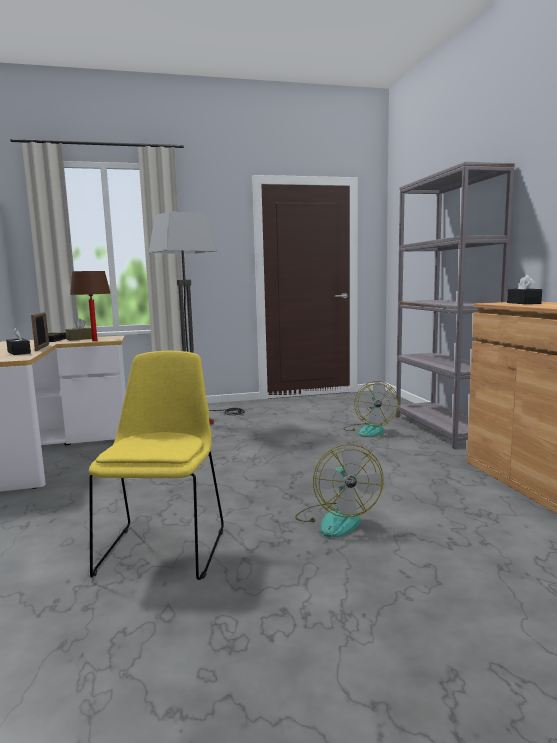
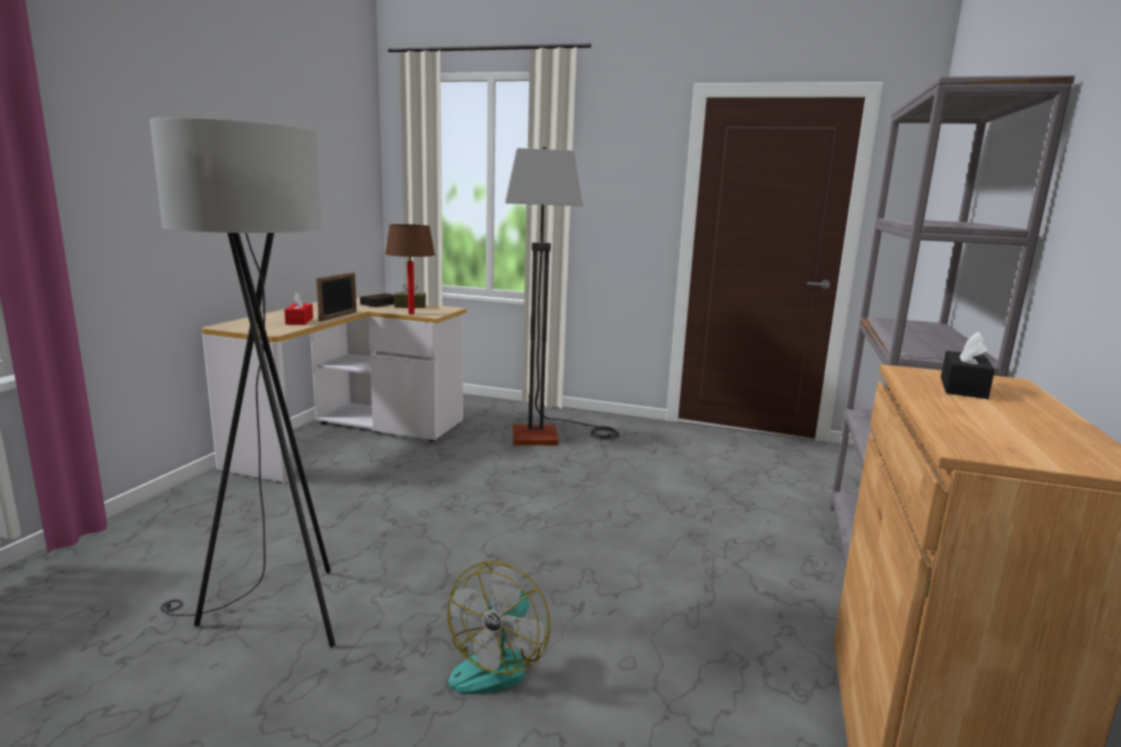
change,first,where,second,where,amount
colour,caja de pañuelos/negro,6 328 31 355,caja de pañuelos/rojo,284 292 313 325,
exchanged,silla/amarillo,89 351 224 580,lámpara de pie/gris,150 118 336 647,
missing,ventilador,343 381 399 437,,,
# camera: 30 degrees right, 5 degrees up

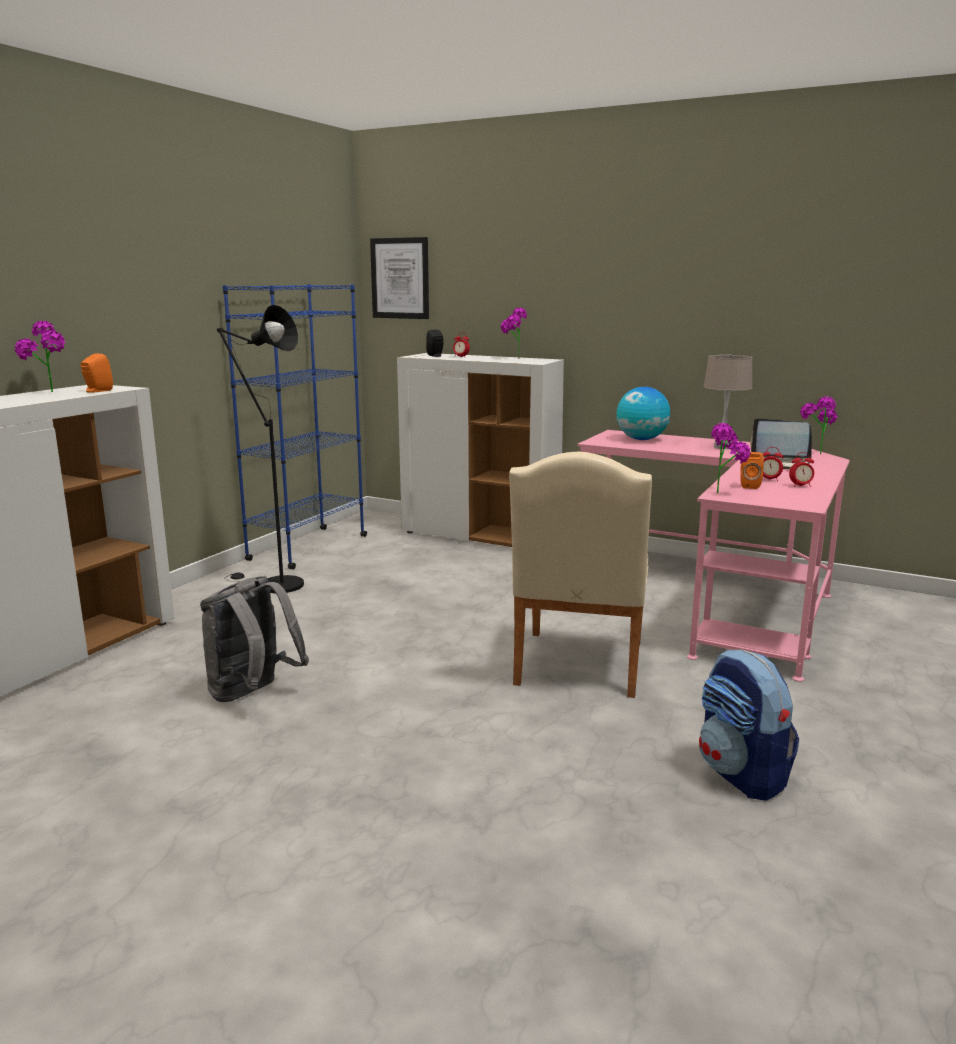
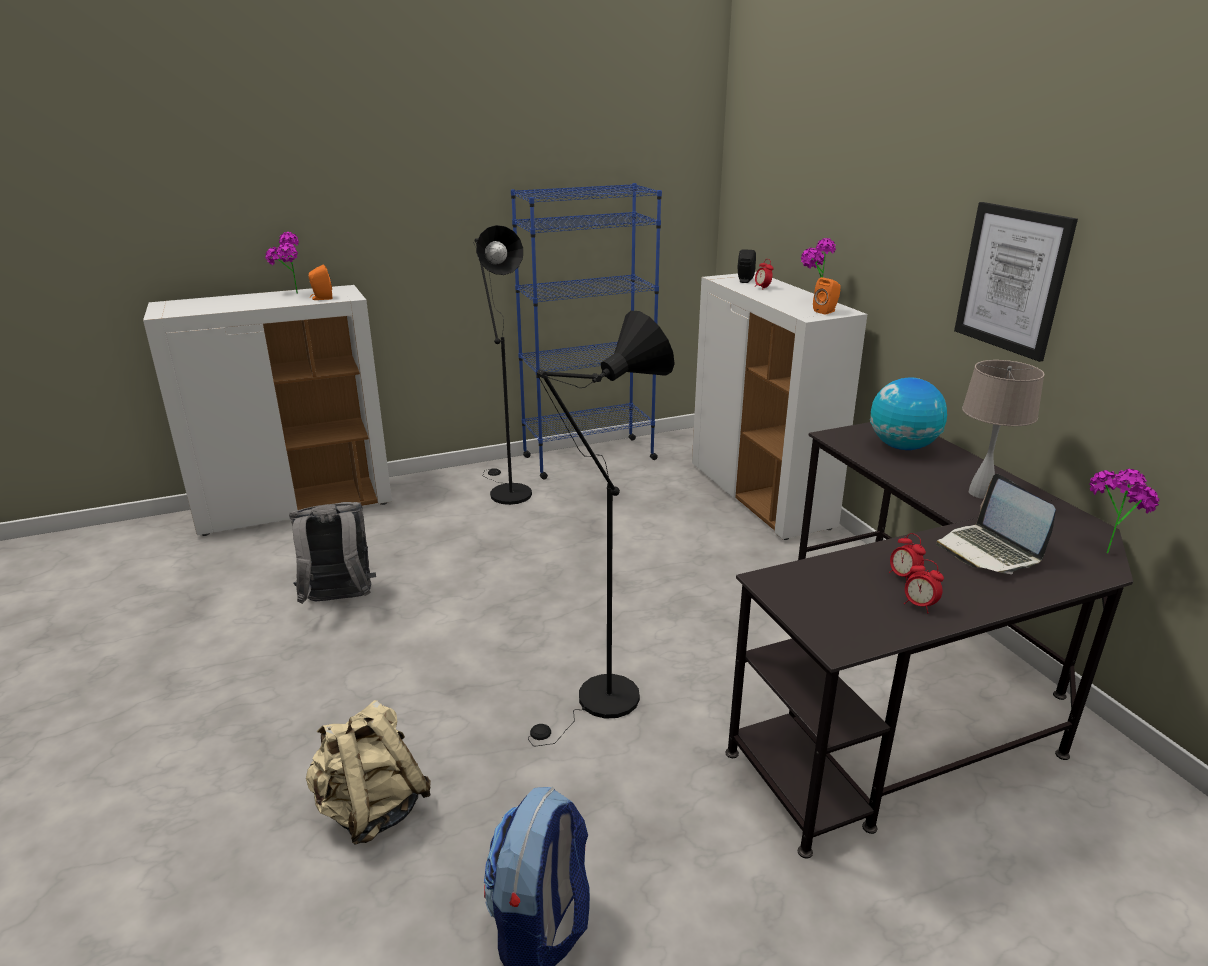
change,first,where,second,where,amount
relocated,cuadro,370 237 429 319,,954 202 1078 362,
missing,planta en maceta,711 423 751 493,,,
colour,escritorio/rosa,577 430 850 682,escritorio/negro,725 422 1133 858,
exchanged,silla/beis,509 452 652 698,lámpara de pie/negro,528 311 675 746,
relocated,altavoz/naranja,741 452 764 489,,813 277 841 315,
appeared,,,mochila/beis,306 700 431 845,
# camera: 40 degrees right, 10 degrees up

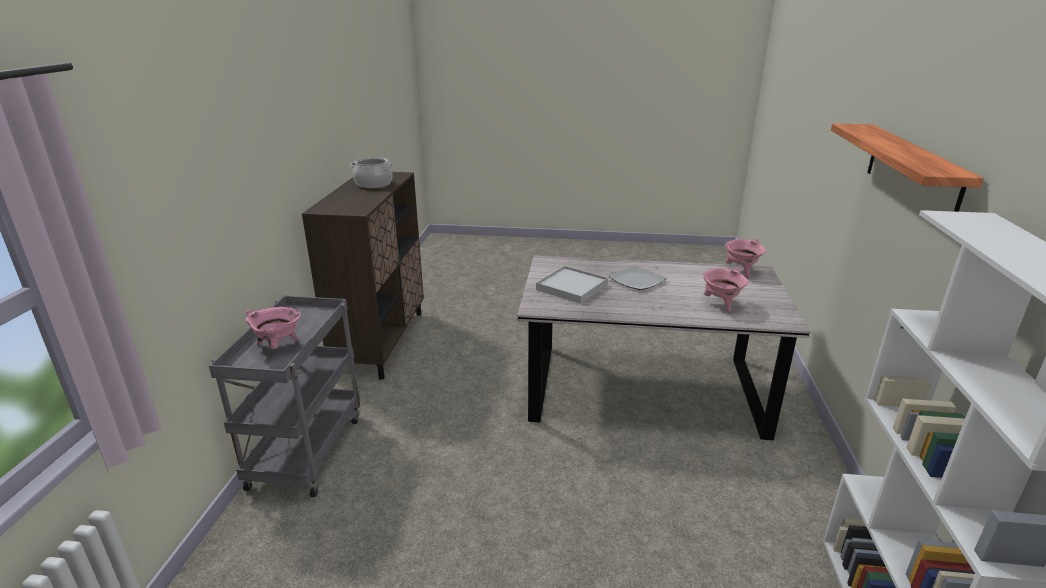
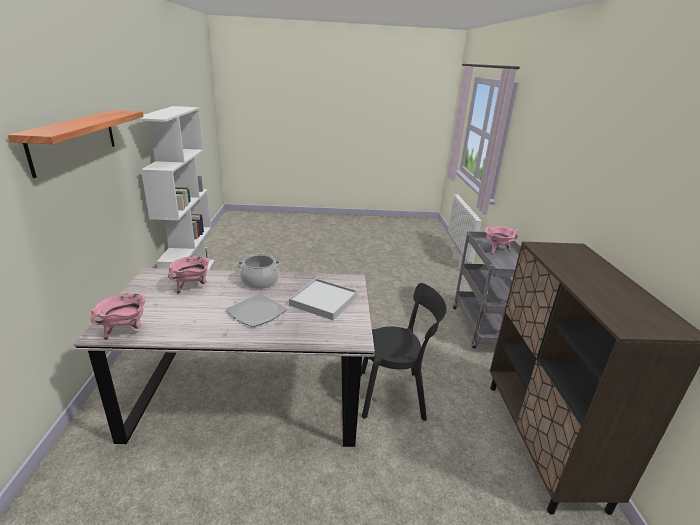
change,first,where,second,where,amount
relocated,olla,350 157 393 188,,237 253 281 289,
appeared,,,silla/negro,361 283 447 421,
# camera: 170 degrees right, 0 degrees up

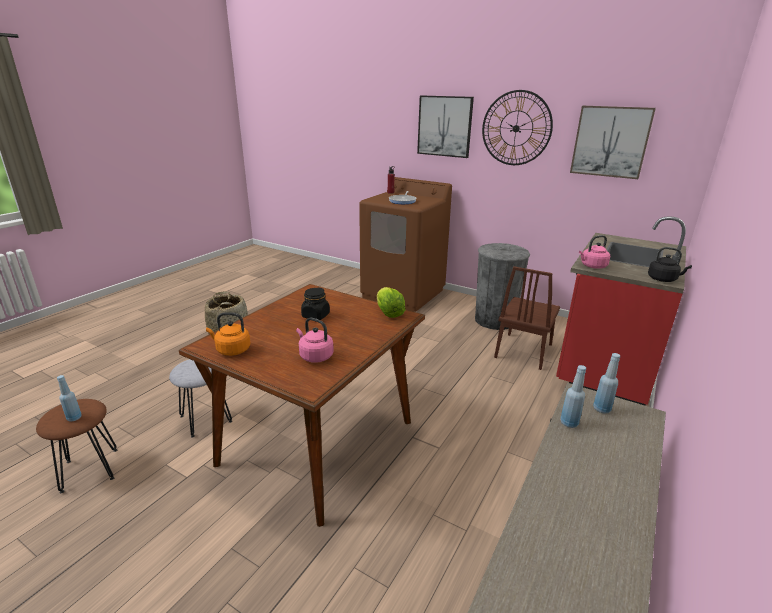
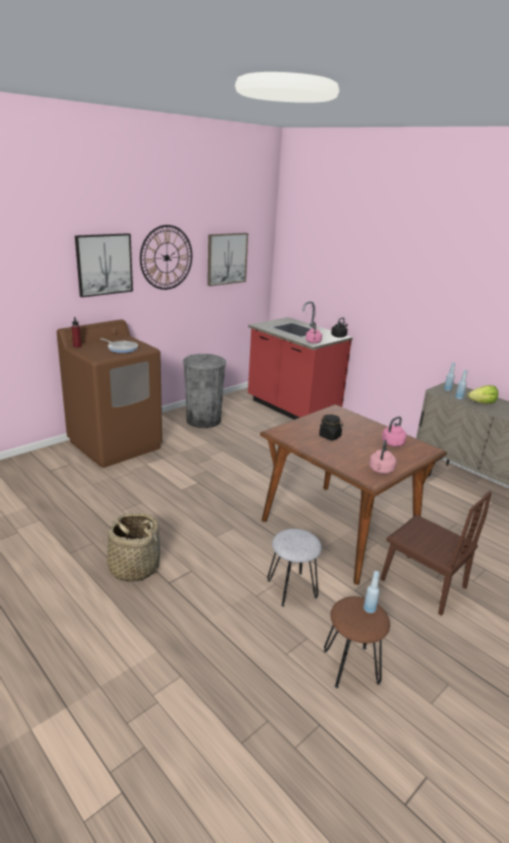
change,first,where,second,where,amount
relocated,silla/marrón,494 266 560 370,,381 492 492 616,
relocated,lechuga,377 287 405 318,,468 385 498 404,
colour,hervidor/naranja,206 312 251 356,hervidor/rosa,369 440 396 474,
# camera: 75 degrees left, 0 degrees up

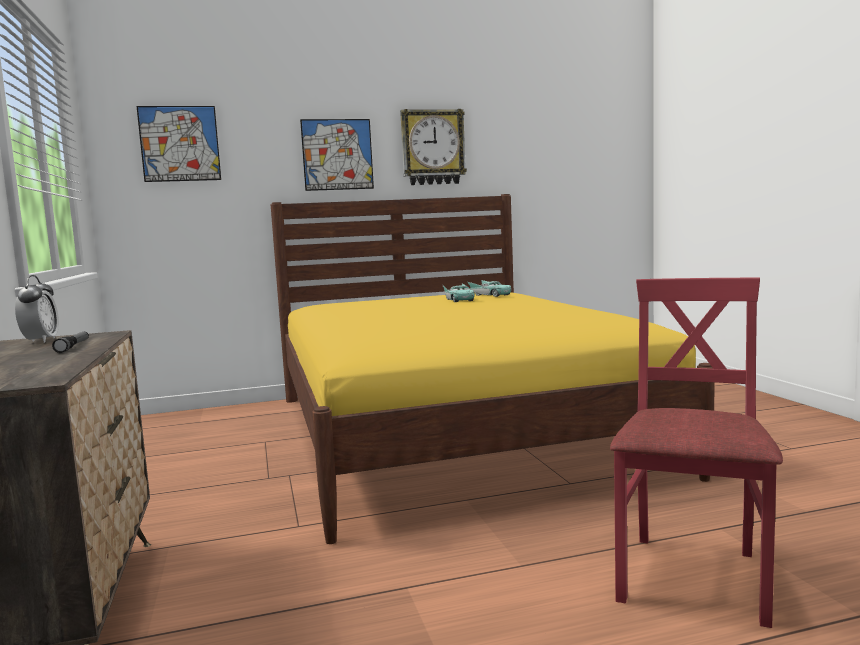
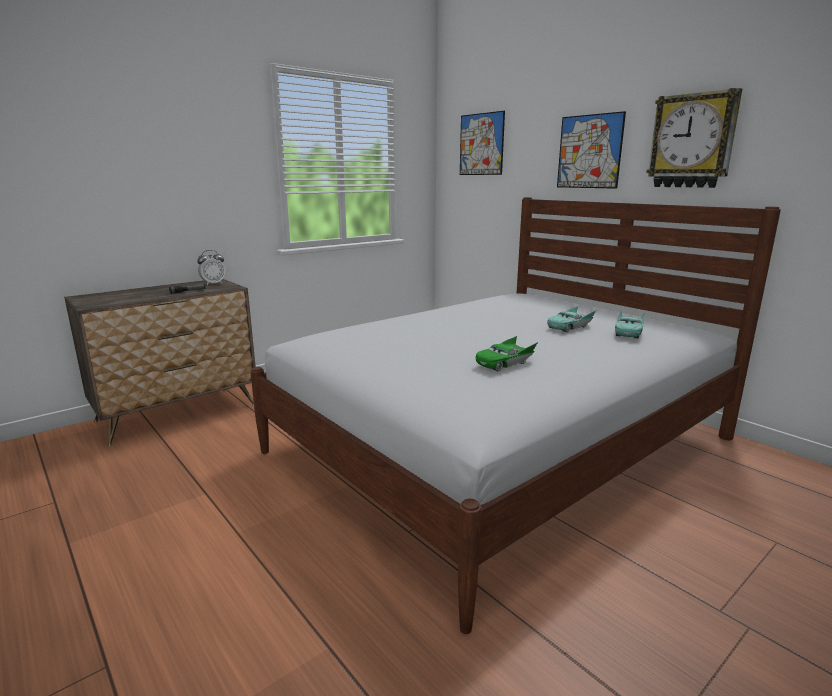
change,first,where,second,where,amount
colour,cama/amarillo,271 194 715 544,cama/blanco,250 197 781 634,
missing,silla/rojo,610 278 783 628,,,
appeared,,,coche de juguete/verde,476 336 538 371,
# camera: 65 degrees right, 10 degrees up

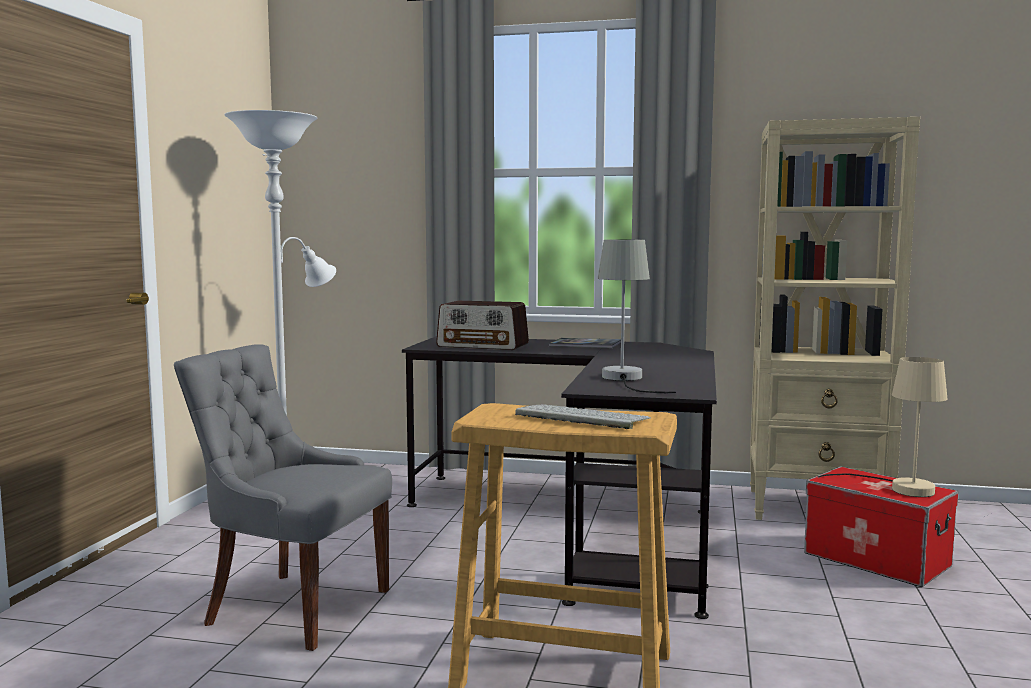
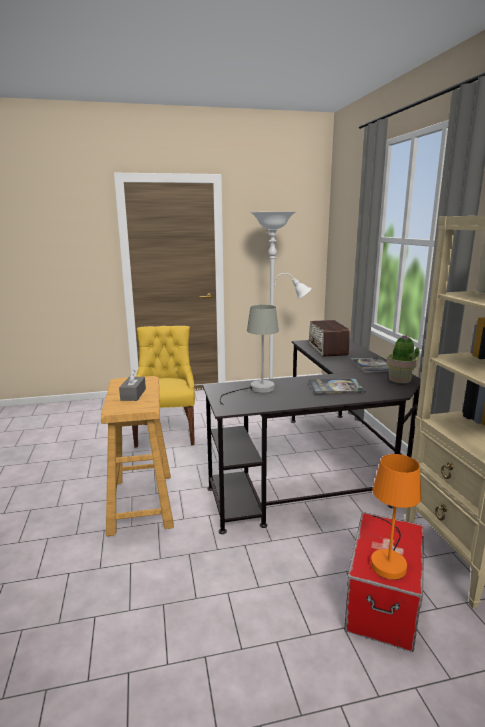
change,first,where,second,where,amount
colour,silla/gris,174 344 392 651,silla/amarillo,132 326 195 448,
colour,lámpara de mesa/beis,818 357 947 497,lámpara de mesa/naranja,371 454 421 580,
exchanged,teclado,515 404 651 429,caja de pañuelos/gris,119 369 146 401,
appeared,,,planta en maceta,386 335 420 383,
appeared,,,libro,308 379 366 394,
# camera: 65 degrees right, 10 degrees up

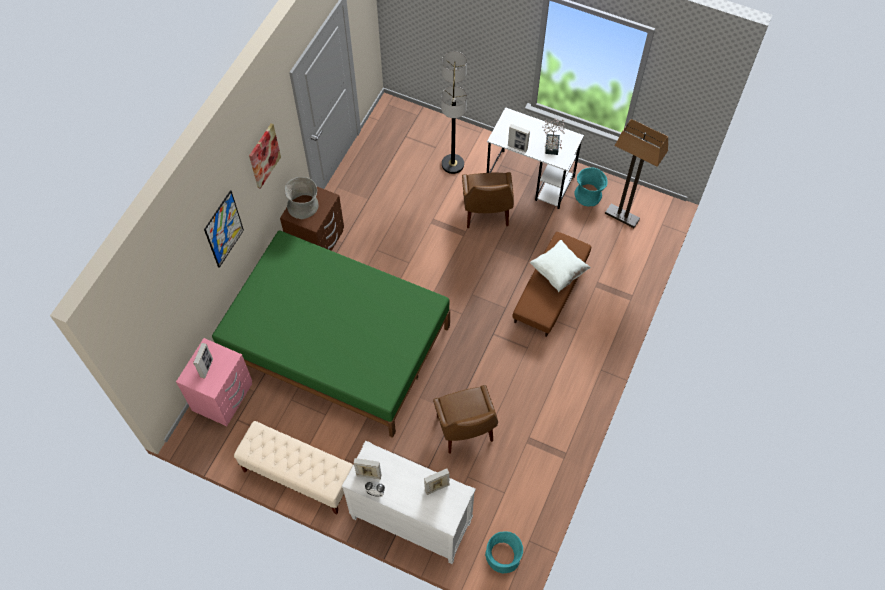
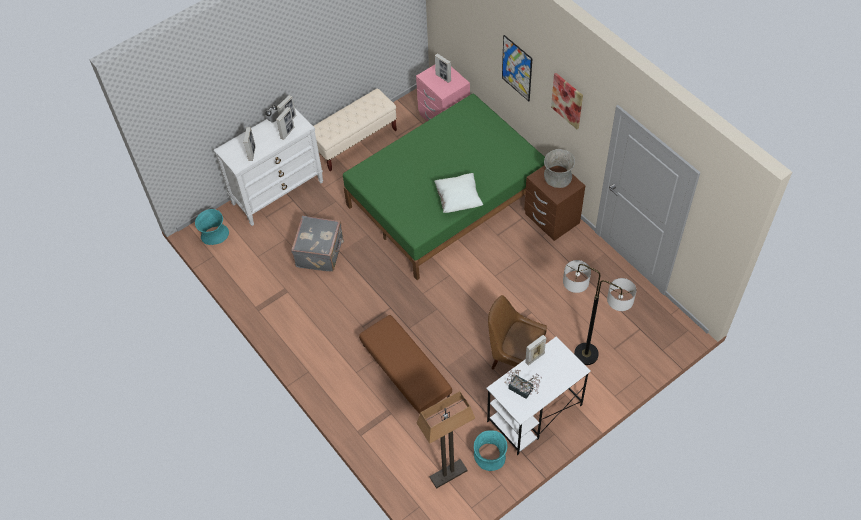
change,first,where,second,where,amount
relocated,cojín/blanco,530 240 591 293,,434 173 483 213,
exchanged,silla/marrón,433 385 498 453,maleta/gris,291 216 344 272,
appeared,,,portarretratos,276 107 294 140,
# camera: 120 degrees right, 5 degrees down

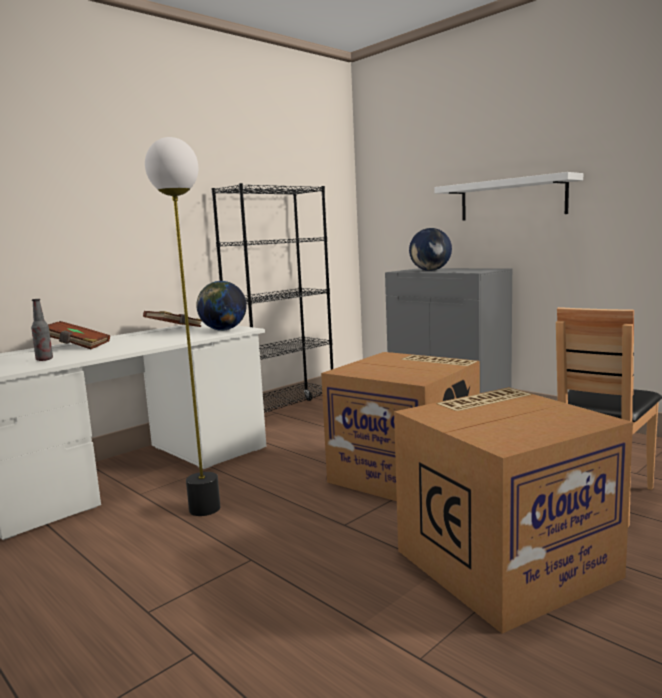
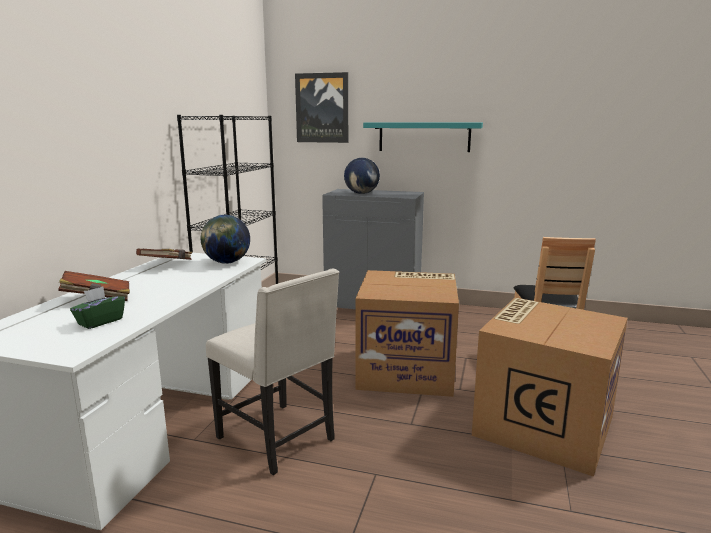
change,first,where,second,where,amount
exchanged,lámpara de pie,145 137 220 516,silla/beis,206 269 339 475,
colour,estante/blanco,434 172 583 221,estante/turquesa,363 122 483 152,
exchanged,botella,31 299 53 361,caja de pañuelos/verde,70 287 125 329,
appeared,,,cuadro,295 72 348 143,
# camera: 30 degrees left, 5 degrees up

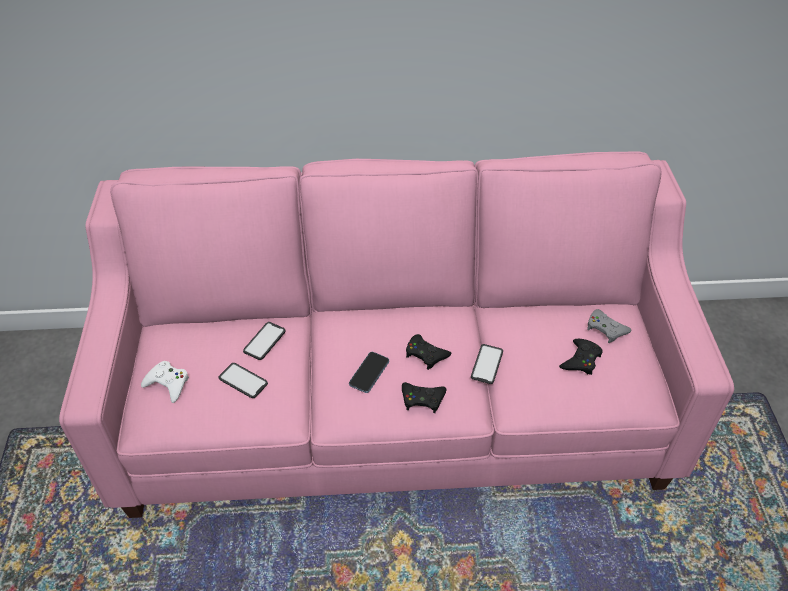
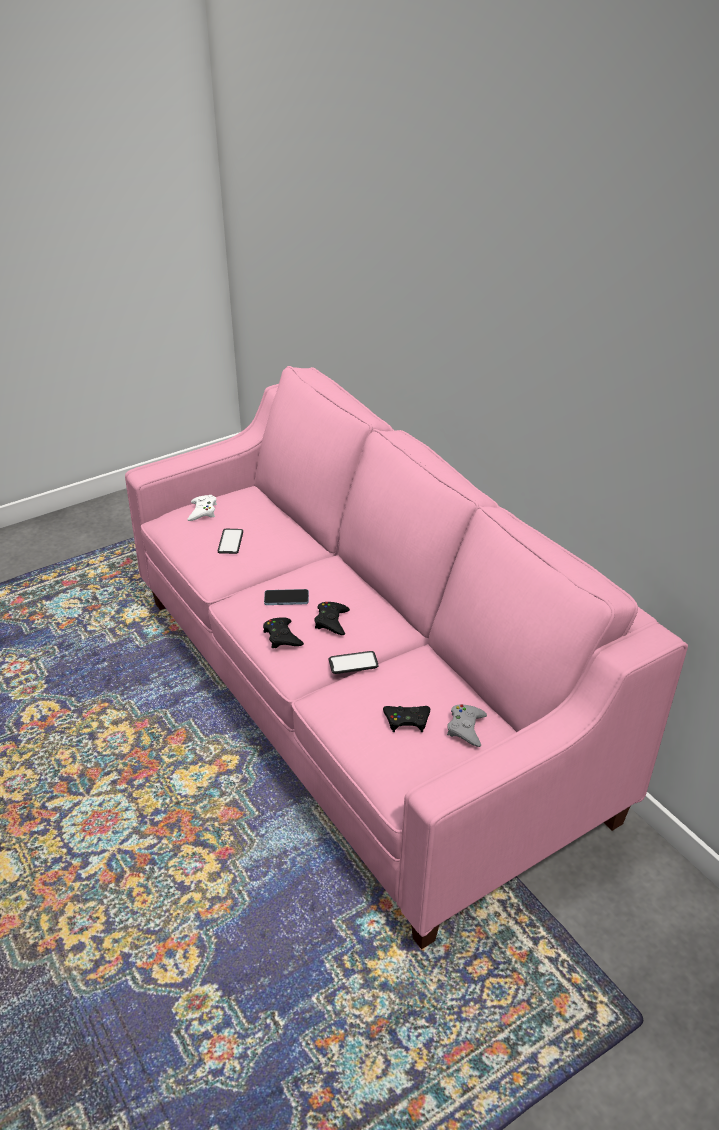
change,first,where,second,where,amount
missing,móvil,243 322 286 360,,,
# camera: 60 degrees right, 10 degrees down

